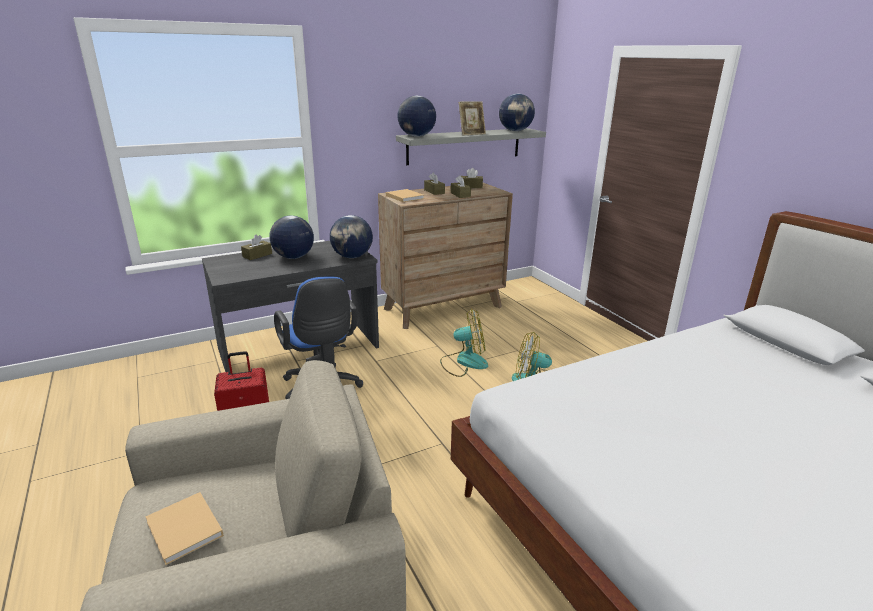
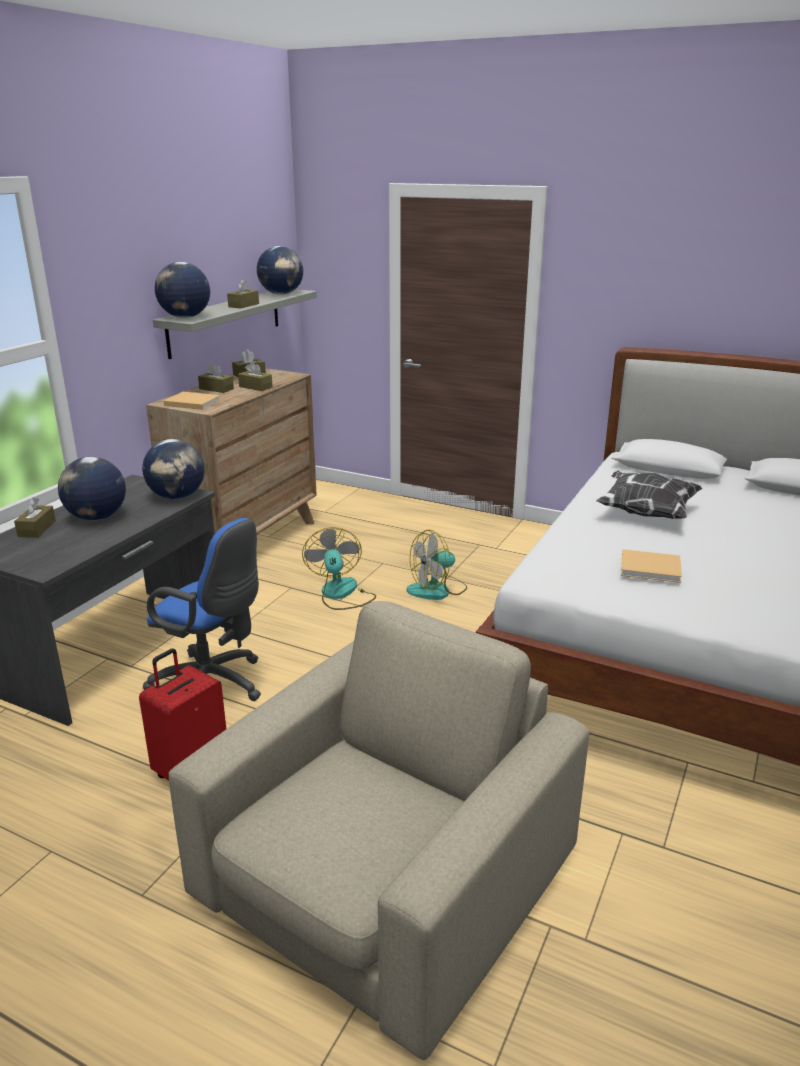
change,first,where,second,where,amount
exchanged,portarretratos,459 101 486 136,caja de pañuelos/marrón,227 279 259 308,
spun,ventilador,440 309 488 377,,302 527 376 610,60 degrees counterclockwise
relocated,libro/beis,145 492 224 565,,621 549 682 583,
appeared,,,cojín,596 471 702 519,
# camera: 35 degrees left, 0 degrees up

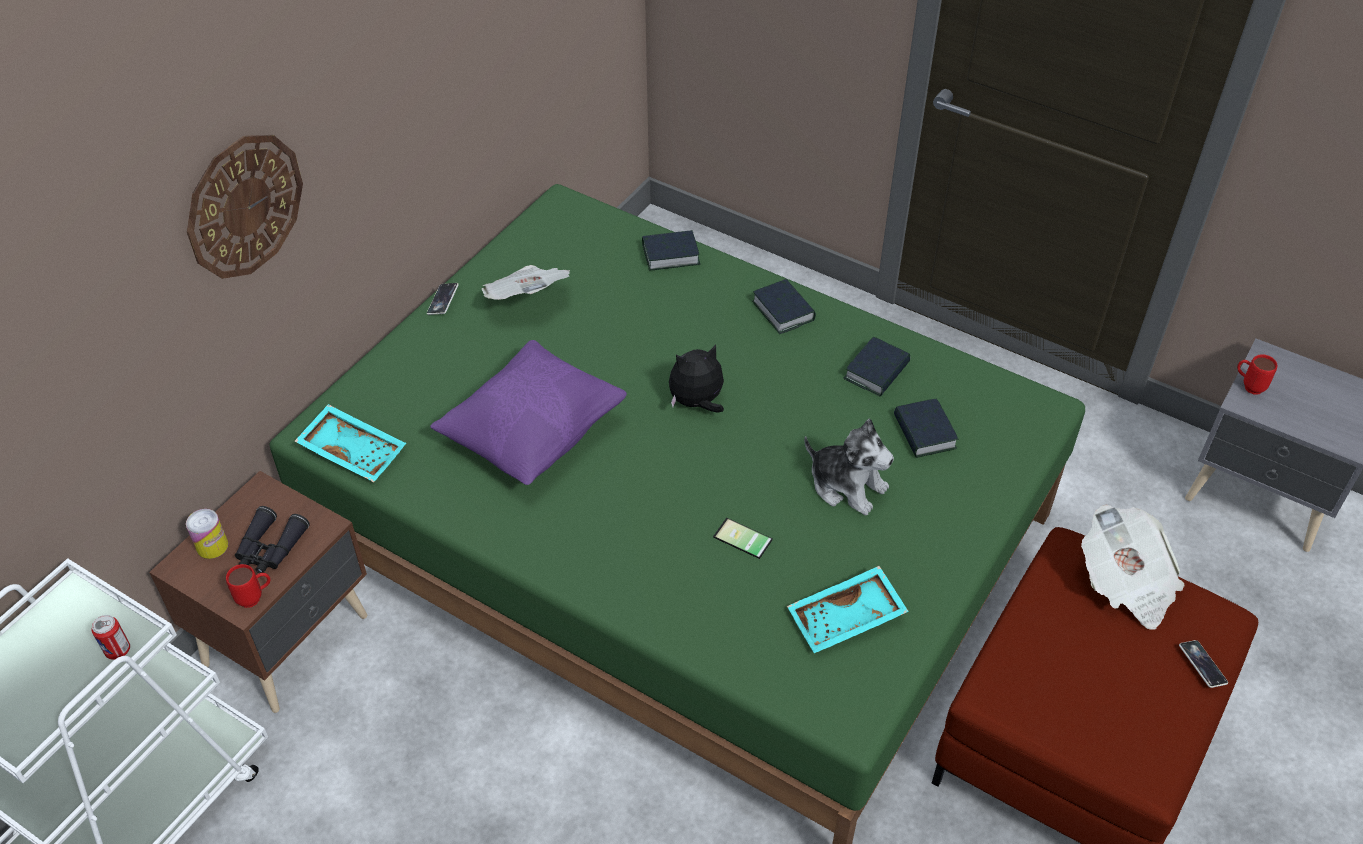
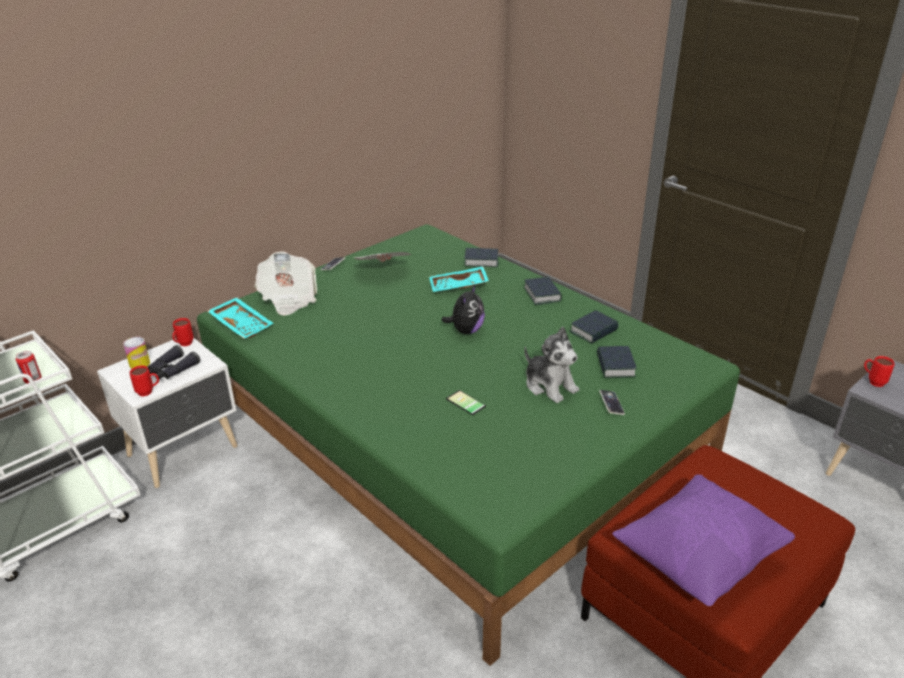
change,first,where,second,where,amount
missing,reloj de pared,187 135 303 279,,,
relocated,cojín/morado,430 340 627 485,,612 474 795 606,
spun,peluche,669 345 724 413,,441 285 485 334,120 degrees clockwise
colour,mesita de noche/marrón,149 471 367 713,mesita de noche/blanco,97 338 238 488,
relocated,periódico,1081 504 1185 630,,255 251 317 316,
relocated,bandeja/turquesa,787 566 909 653,,429 266 489 292,
relocated,móvil,1179 640 1228 688,,599 390 625 415,
appeared,,,taza grande/rojo,172 318 194 346,
# camera: 15 degrees right, 15 degrees down

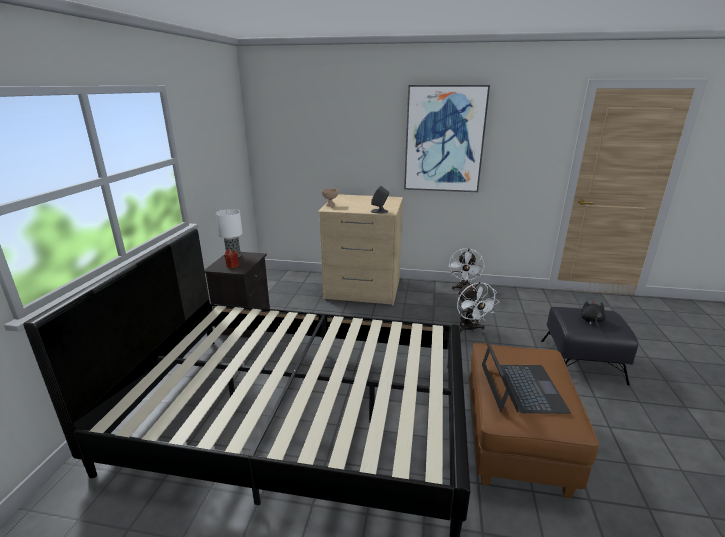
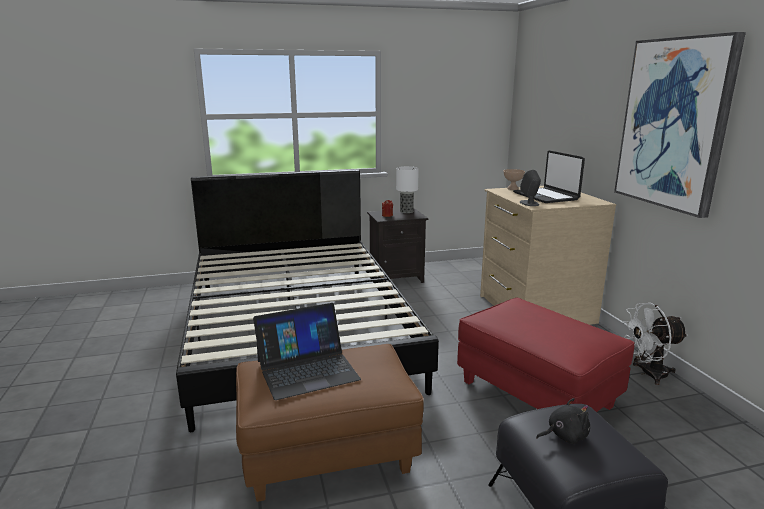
change,first,where,second,where,amount
exchanged,ventilador/blanco,457 282 499 333,puf/rojo,457 298 635 412,
appeared,,,portátil,513 150 585 203,
# camera: 65 degrees right, 5 degrees down

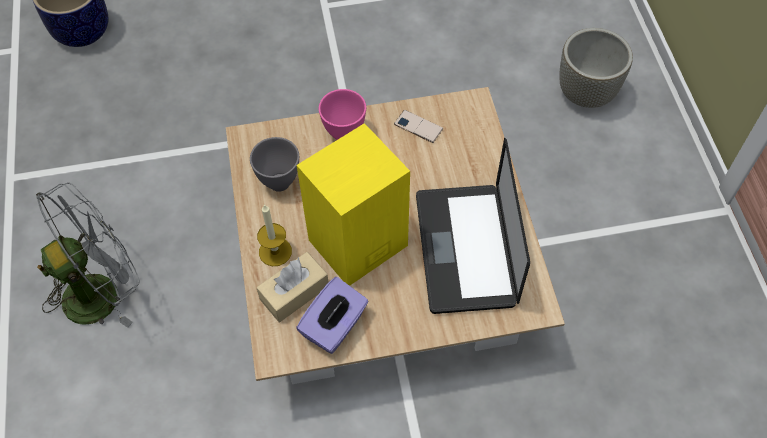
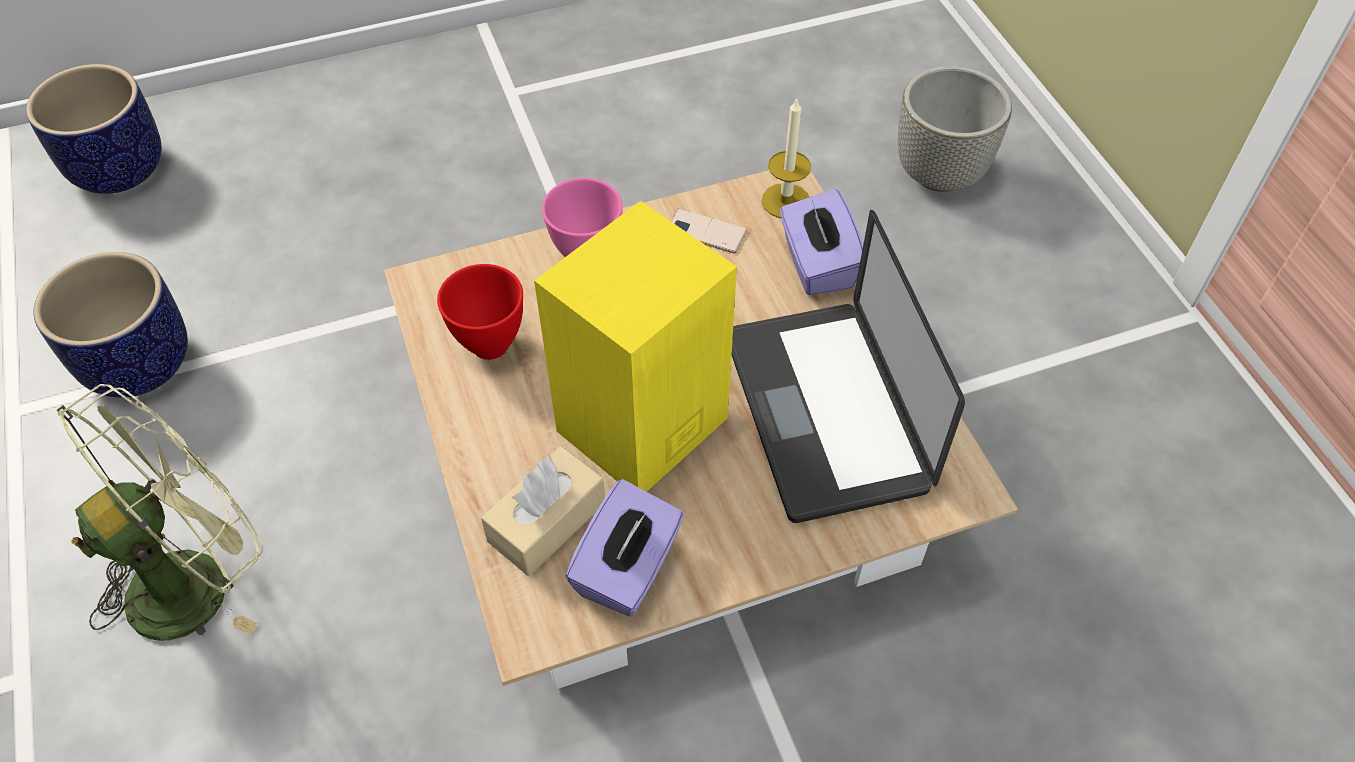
change,first,where,second,where,amount
colour,cuenco/gris,250 137 299 192,cuenco/rojo,437 264 523 360,
colour,ventilador/gris,36 183 140 328,ventilador/verde,57 384 263 641,
relocated,vela,257 204 292 266,,762 99 811 218,
appeared,,,caja de pañuelos/morado,780 189 863 295,
appeared,,,maceta,33 252 188 398,
# camera: 10 degrees left, 5 degrees down

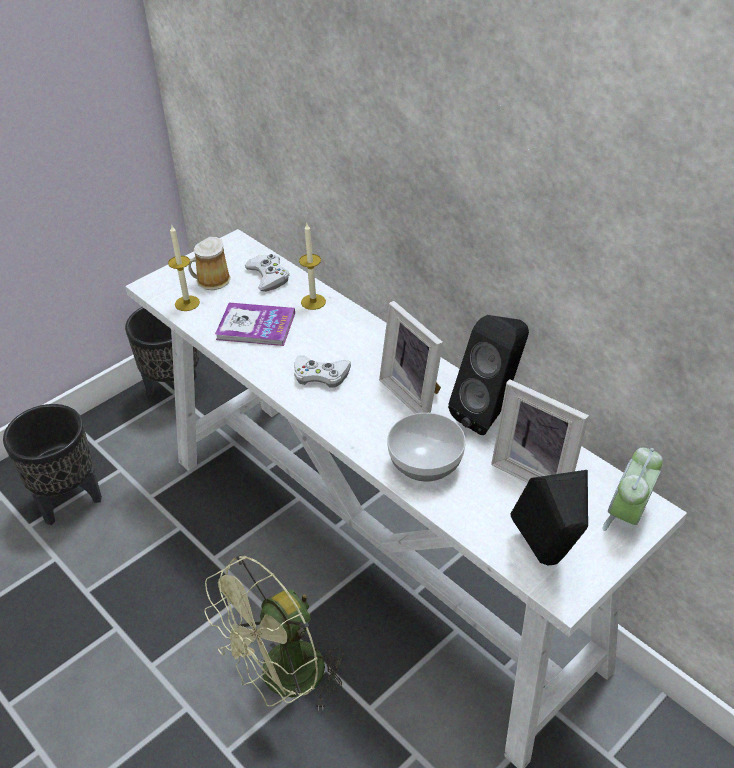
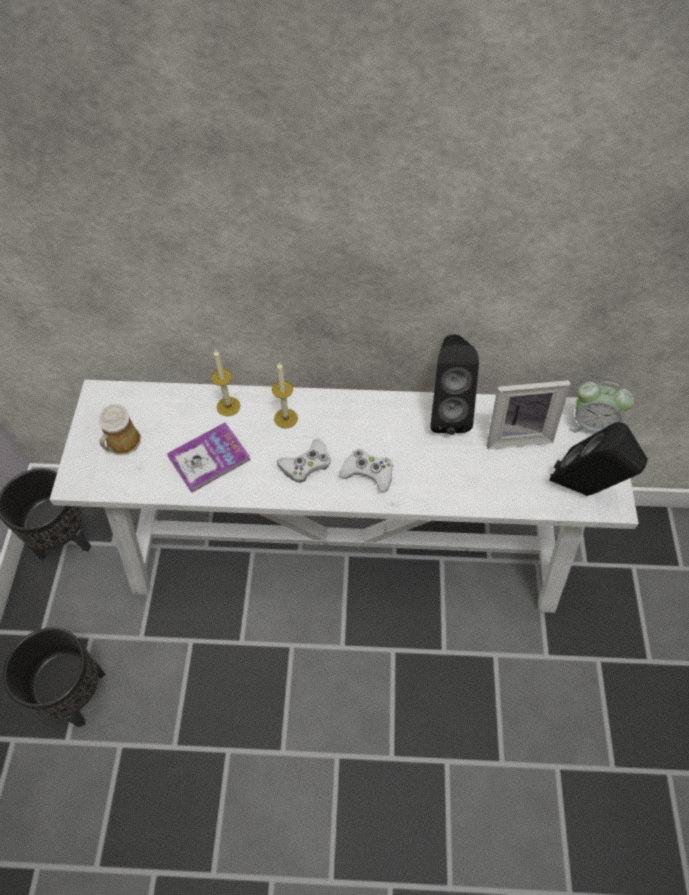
change,first,where,second,where,amount
relocated,vela,168 225 200 311,,272 362 298 429,
relocated,mando de consola/blanco,245 254 290 292,,339 449 393 493,
missing,portarretratos,379 301 443 414,,,
missing,cuenco,387 413 466 481,,,
spun,despertador,602 448 663 531,,568 382 634 432,60 degrees counterclockwise
missing,ventilador/verde,204 555 344 711,,,
# camera: 45 degrees left, 15 degrees up

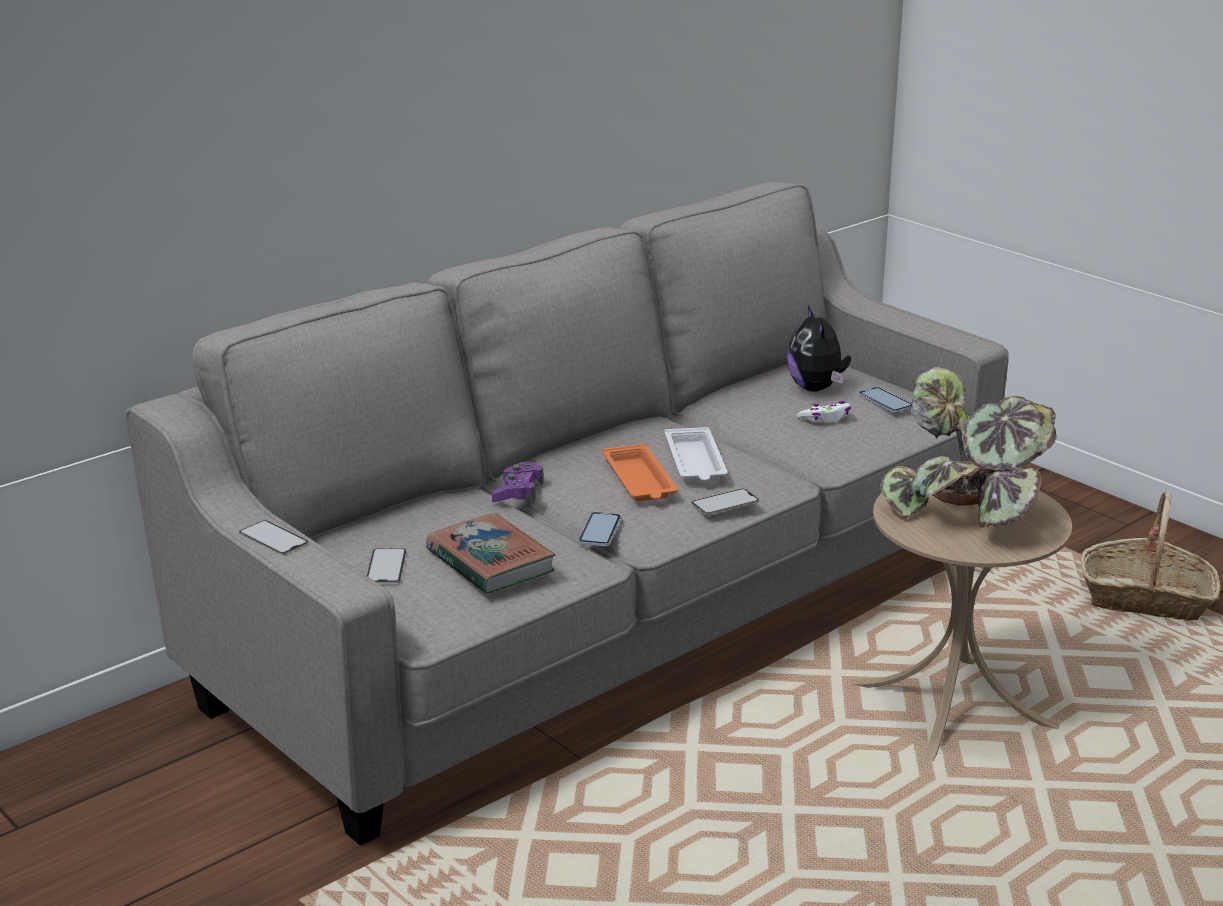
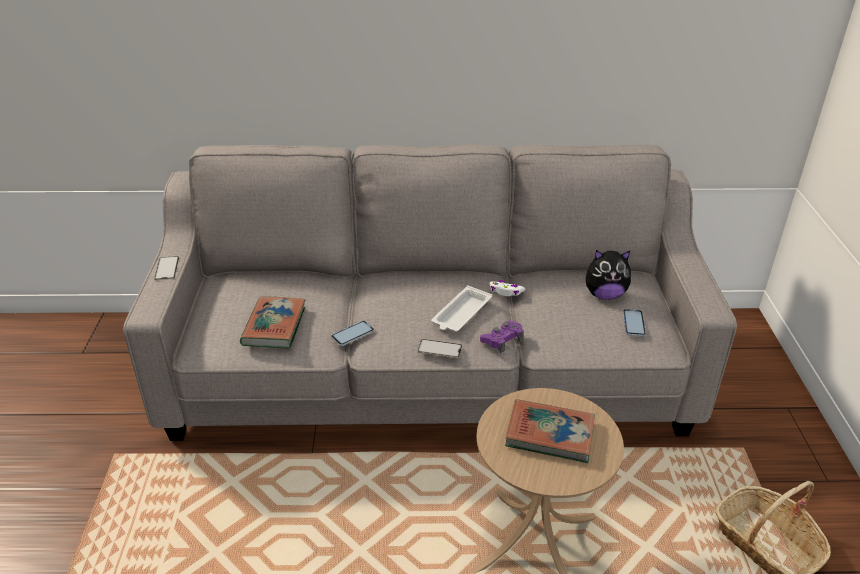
change,first,where,second,where,amount
spun,peluche,787 305 851 392,,586 250 631 300,120 degrees counterclockwise
exchanged,planta en maceta,880 367 1057 528,libro,505 399 595 463,
relocated,mando de consola/blanco,796 401 851 423,,489 280 525 296,
missing,bandeja/naranja,602 443 678 501,,,
relocated,mando de consola/morado,492 462 544 503,,480 321 524 353,
missing,móvil,367 548 406 583,,,
# camera: 40 degrees right, 10 degrees up

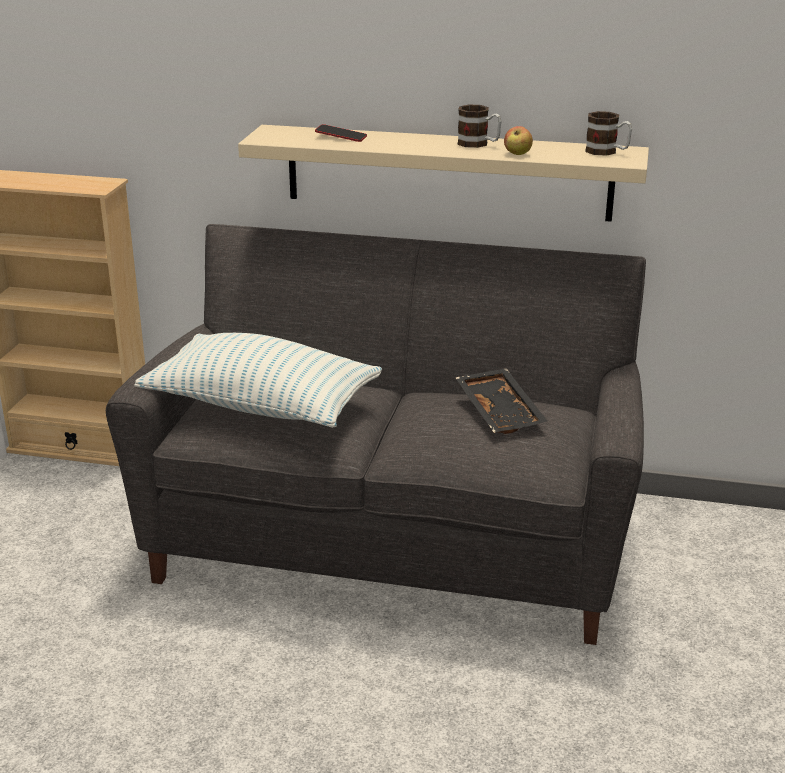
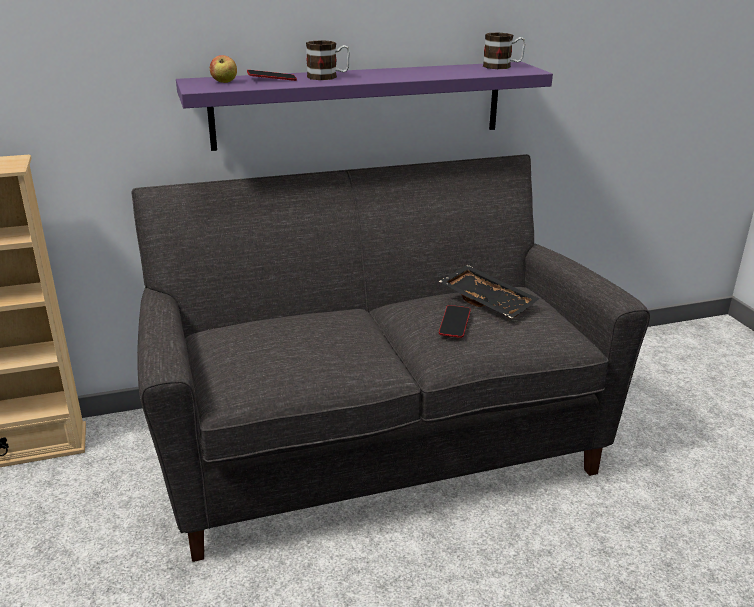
change,first,where,second,where,amount
relocated,taza grande,457 105 502 148,,306 40 350 80,
colour,estante/beis,238 125 649 222,estante/morado,176 62 553 151,
relocated,manzana,504 126 533 155,,210 55 237 83,
missing,cojín,134 333 382 428,,,
appeared,,,móvil,439 305 471 338,
# camera: 30 degrees left, 0 degrees up

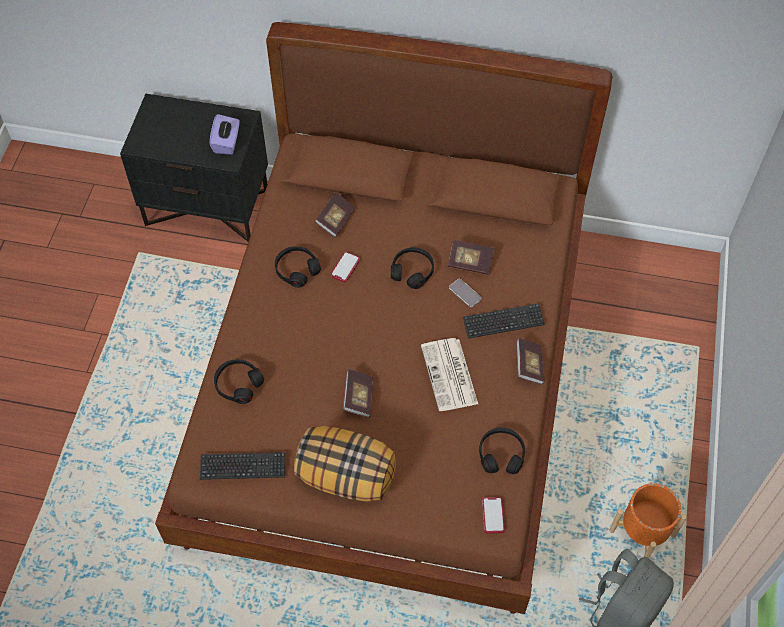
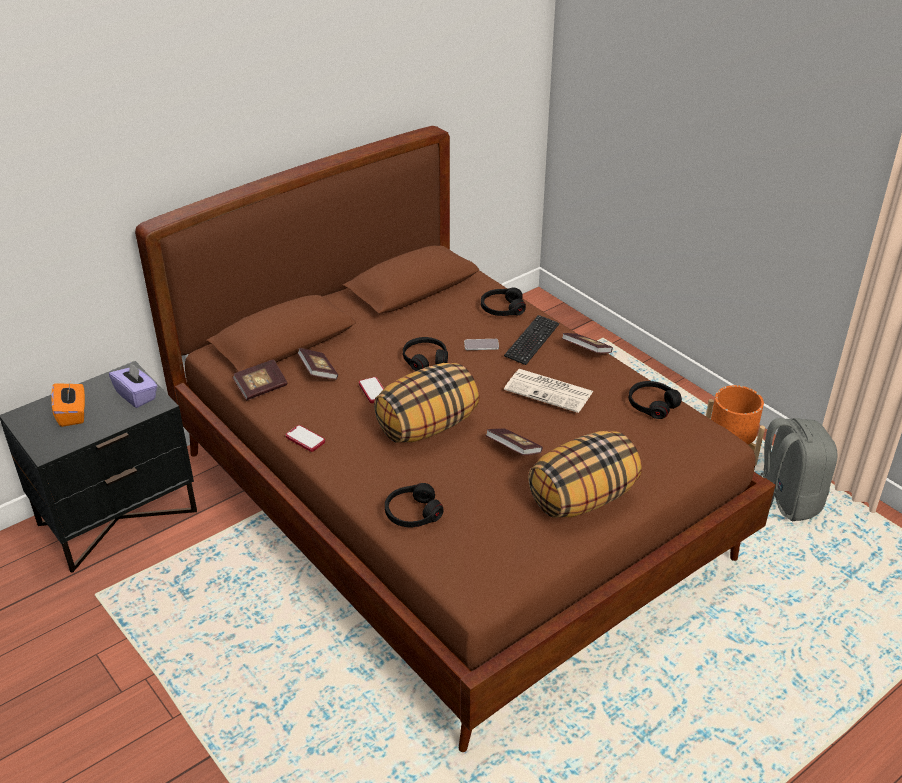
change,first,where,second,where,amount
relocated,libro,448 240 494 275,,232 359 287 400,
relocated,auriculares/negro,275 246 321 288,,481 288 526 316,
missing,teclado,200 452 286 480,,,
relocated,móvil,482 497 505 533,,286 425 325 452,
appeared,,,cojín,374 363 479 443,
appeared,,,caja de pañuelos/naranja,51 380 85 427,
# camera: 50 degrees left, 20 degrees down

